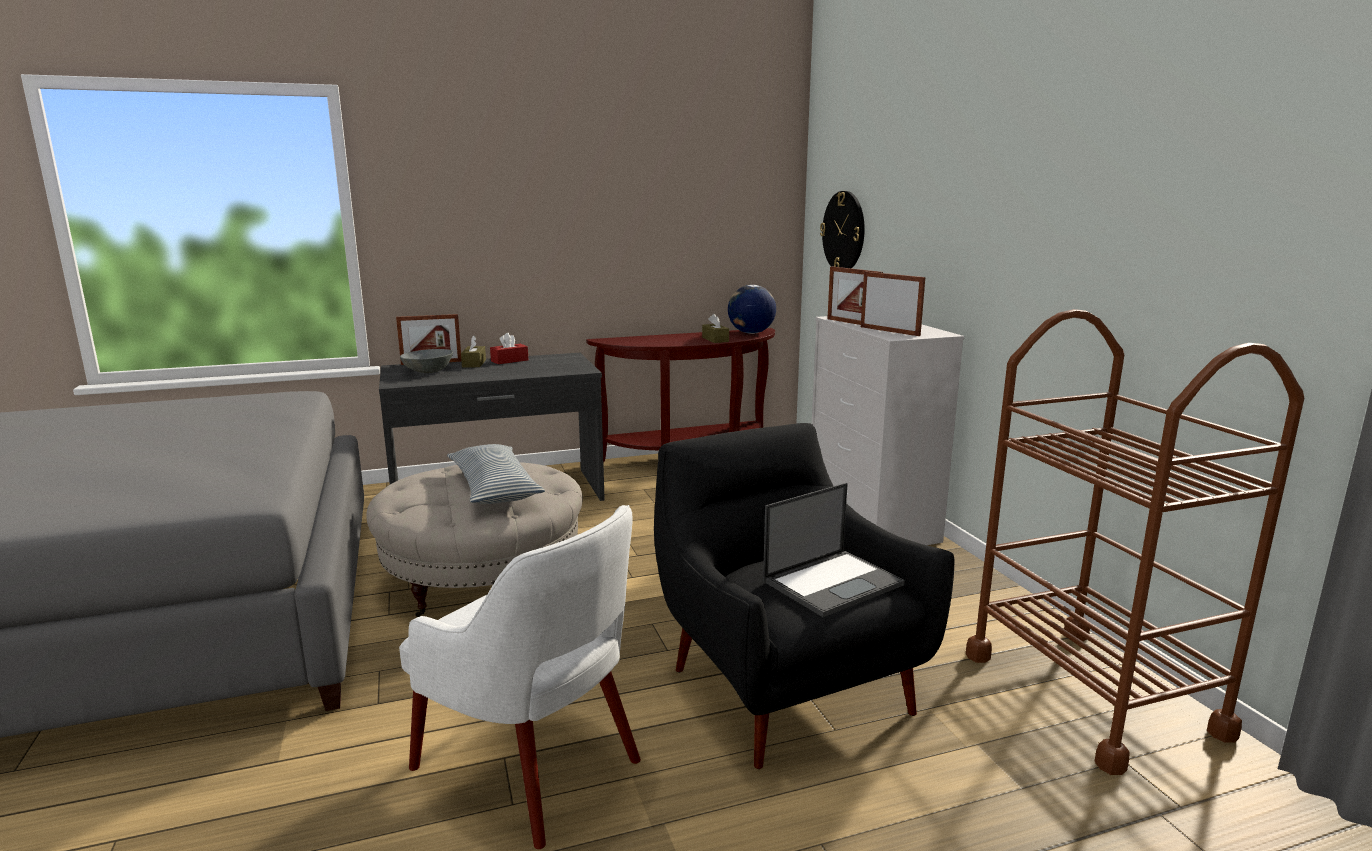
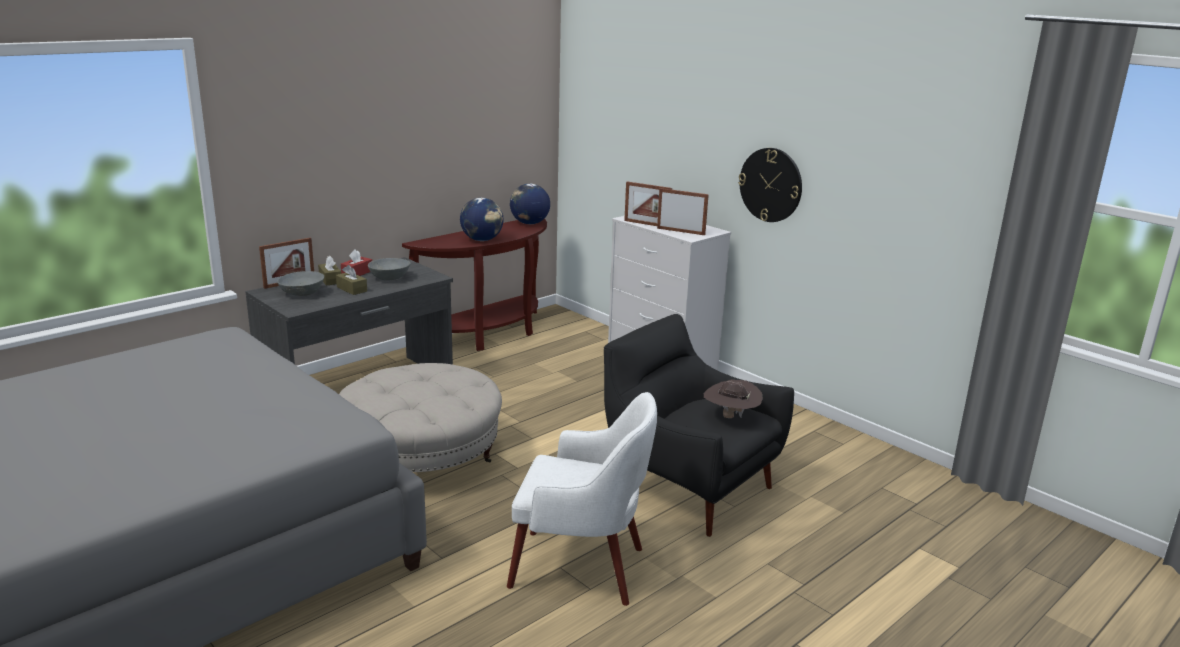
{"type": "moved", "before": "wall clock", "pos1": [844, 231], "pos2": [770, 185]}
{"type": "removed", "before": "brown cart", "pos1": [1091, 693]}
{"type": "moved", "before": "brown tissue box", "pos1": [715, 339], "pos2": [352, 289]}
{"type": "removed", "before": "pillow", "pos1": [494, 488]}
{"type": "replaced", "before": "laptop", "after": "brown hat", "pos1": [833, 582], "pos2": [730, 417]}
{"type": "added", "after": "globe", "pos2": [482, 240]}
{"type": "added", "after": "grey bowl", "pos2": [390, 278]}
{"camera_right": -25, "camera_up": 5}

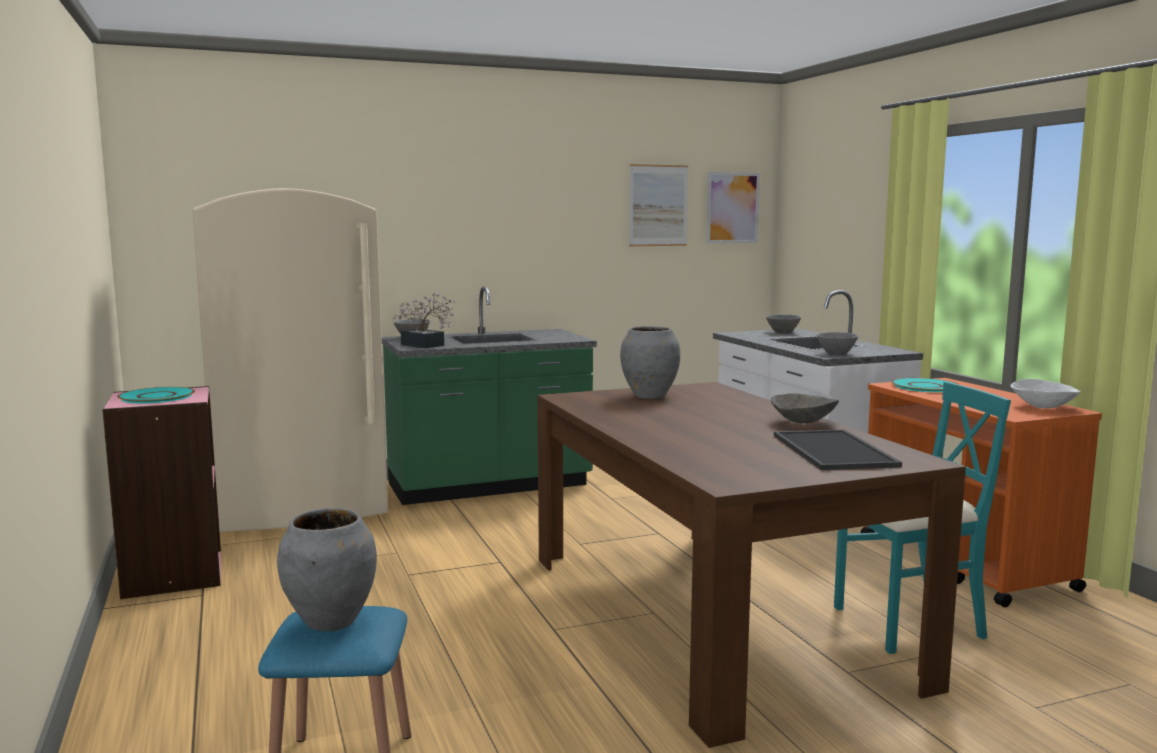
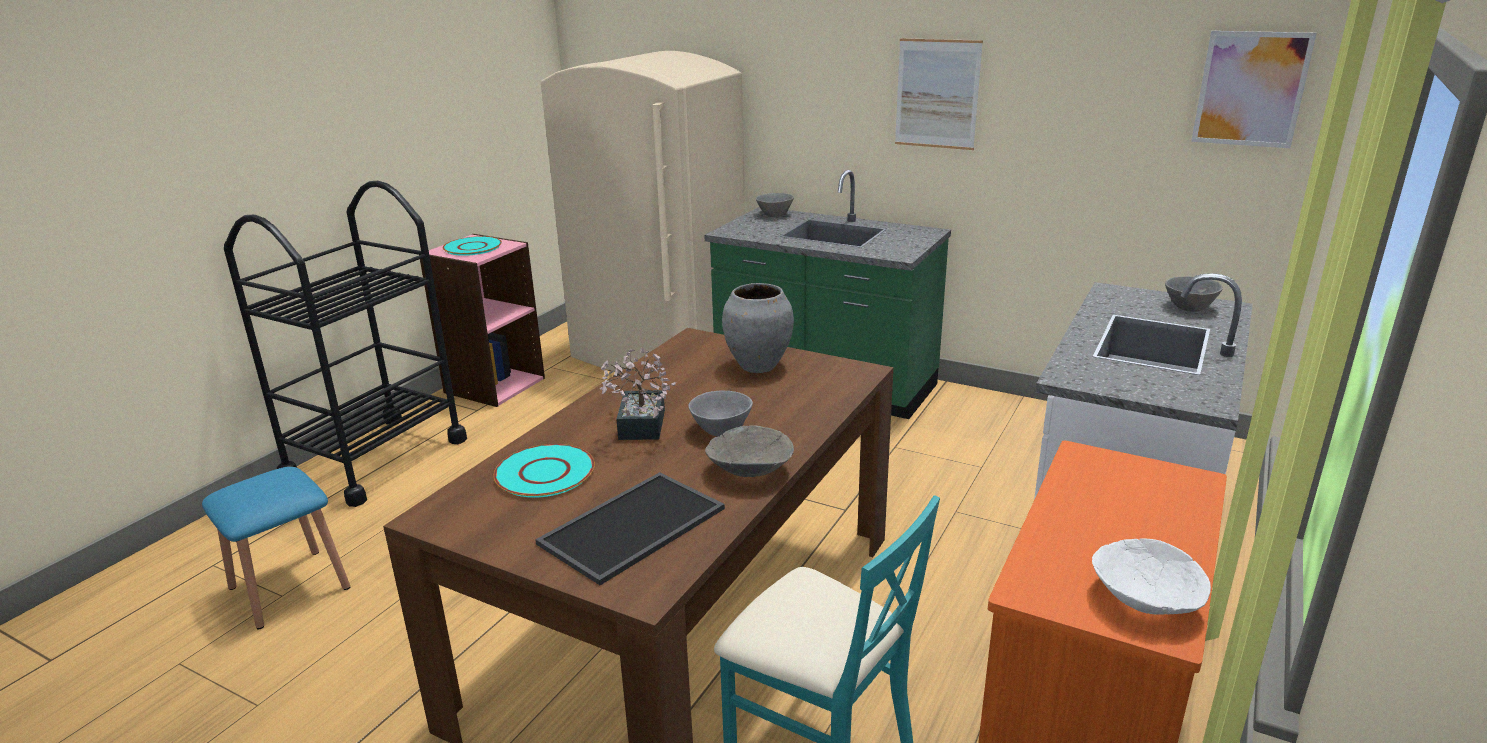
{"type": "moved", "before": "picture", "pos1": [658, 205], "pos2": [937, 94]}
{"type": "moved", "before": "potted plant", "pos1": [425, 345], "pos2": [640, 428]}
{"type": "moved", "before": "grey bowl", "pos1": [835, 353], "pos2": [721, 429]}
{"type": "moved", "before": "turquoise plate", "pos1": [924, 386], "pos2": [544, 472]}
{"type": "removed", "before": "grey vase", "pos1": [332, 621]}
{"type": "added", "after": "black cart", "pos2": [376, 458]}
{"camera_right": 50, "camera_up": 15}

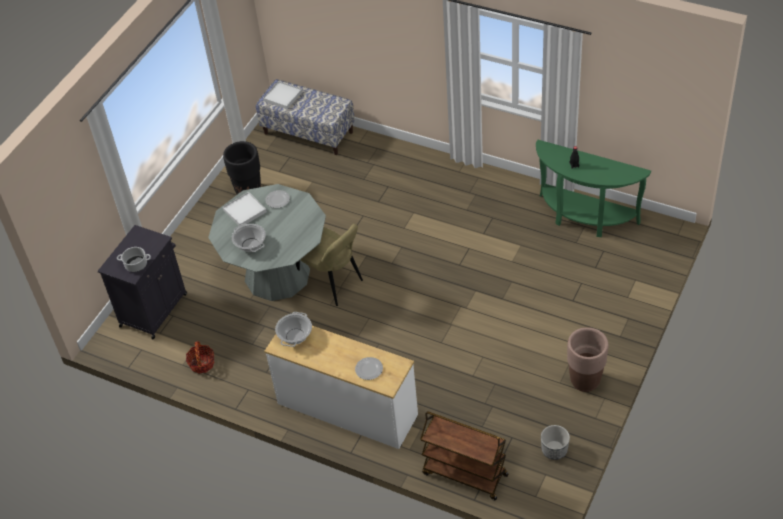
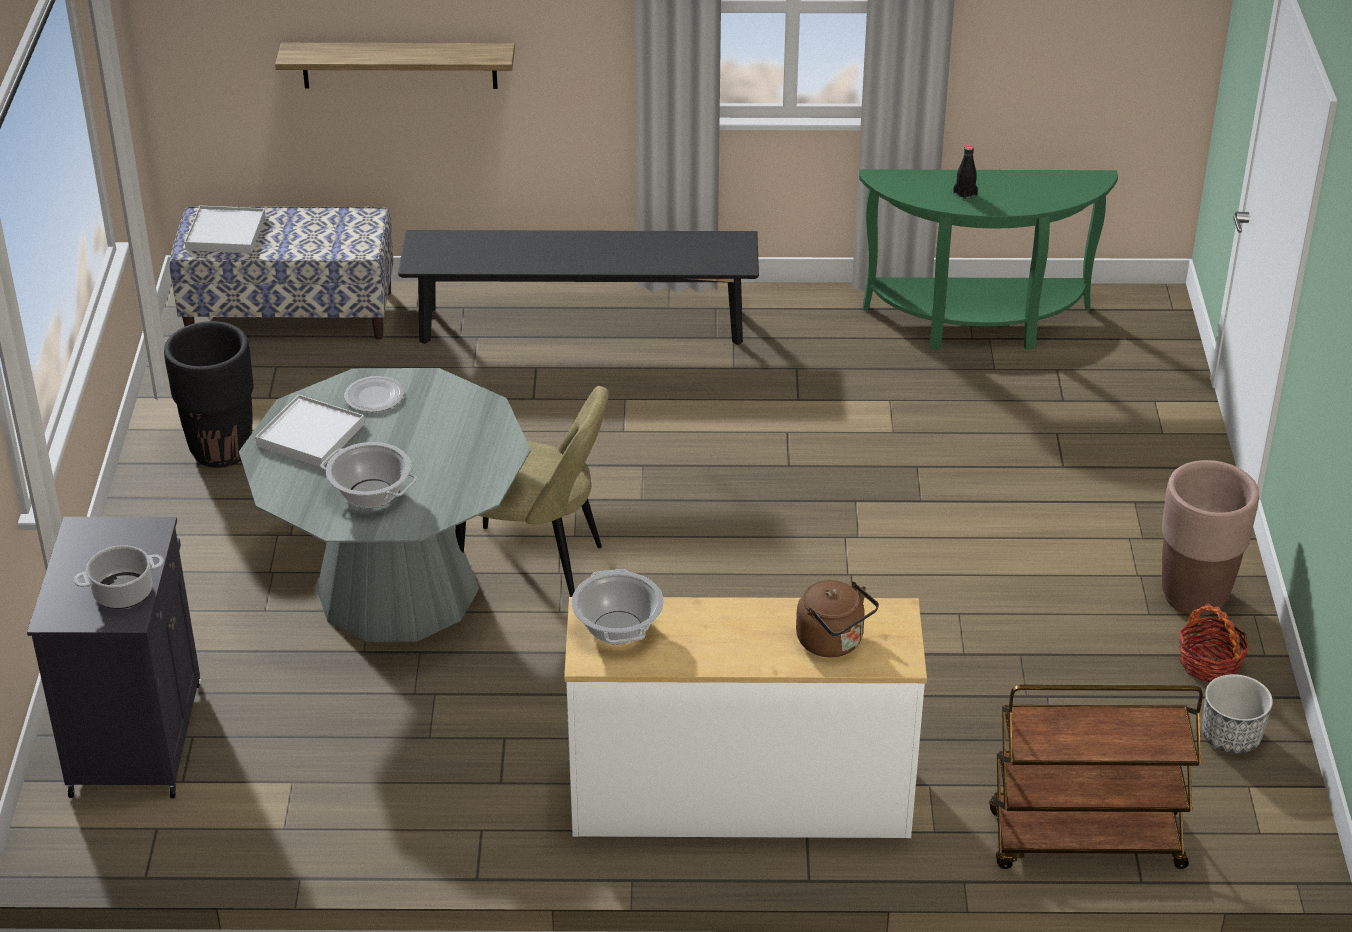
{"type": "moved", "before": "basket", "pos1": [202, 363], "pos2": [1209, 663]}
{"type": "replaced", "before": "plate", "after": "brown kettle", "pos1": [369, 369], "pos2": [833, 642]}
{"type": "added", "after": "shelf", "pos2": [399, 65]}
{"type": "added", "after": "black bench", "pos2": [582, 325]}
{"camera_right": -30, "camera_up": -10}

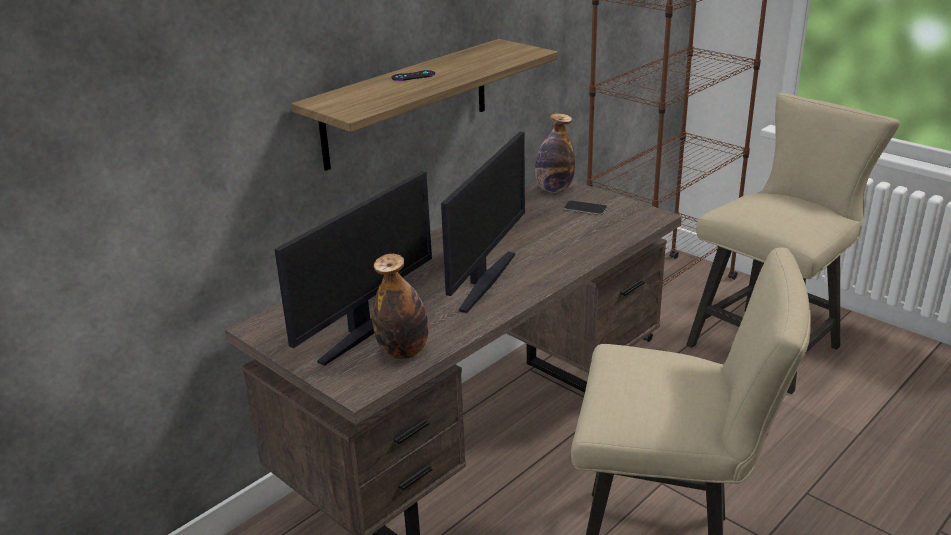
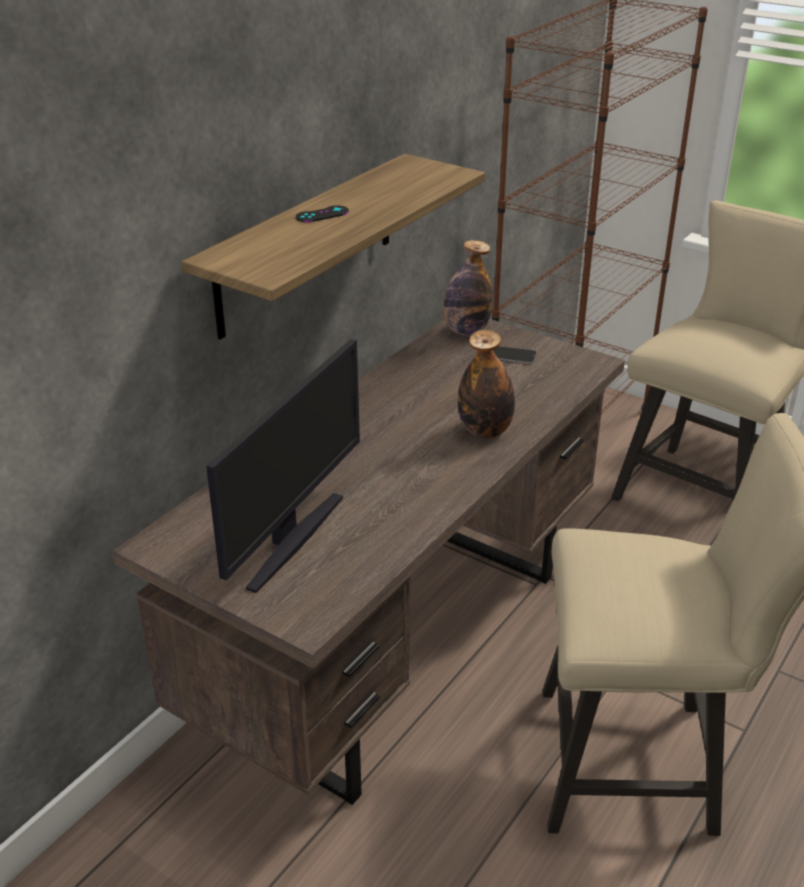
{"type": "removed", "before": "monitor", "pos1": [484, 280]}
{"type": "moved", "before": "bottle", "pos1": [403, 351], "pos2": [485, 430]}
{"camera_right": -10, "camera_up": 5}

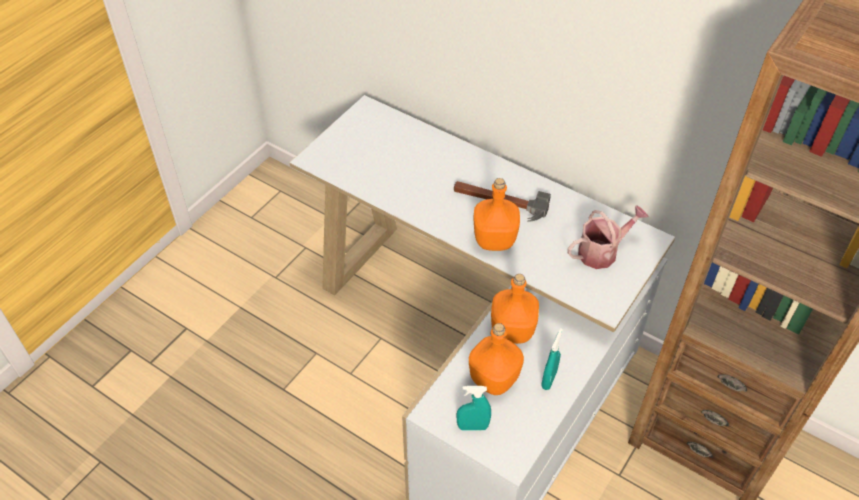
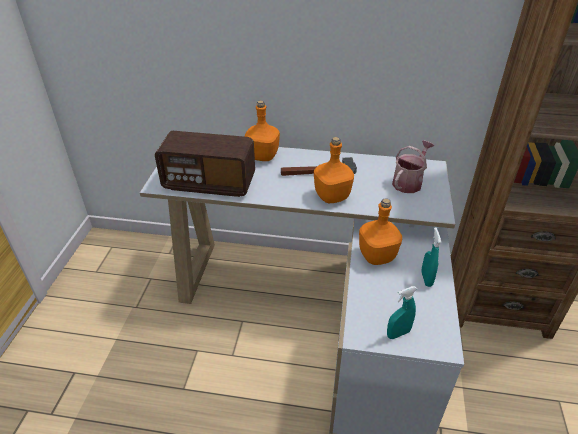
{"type": "moved", "before": "orange bottle", "pos1": [494, 378], "pos2": [263, 156]}
{"type": "added", "after": "radio", "pos2": [209, 183]}
{"camera_right": -25, "camera_up": -10}

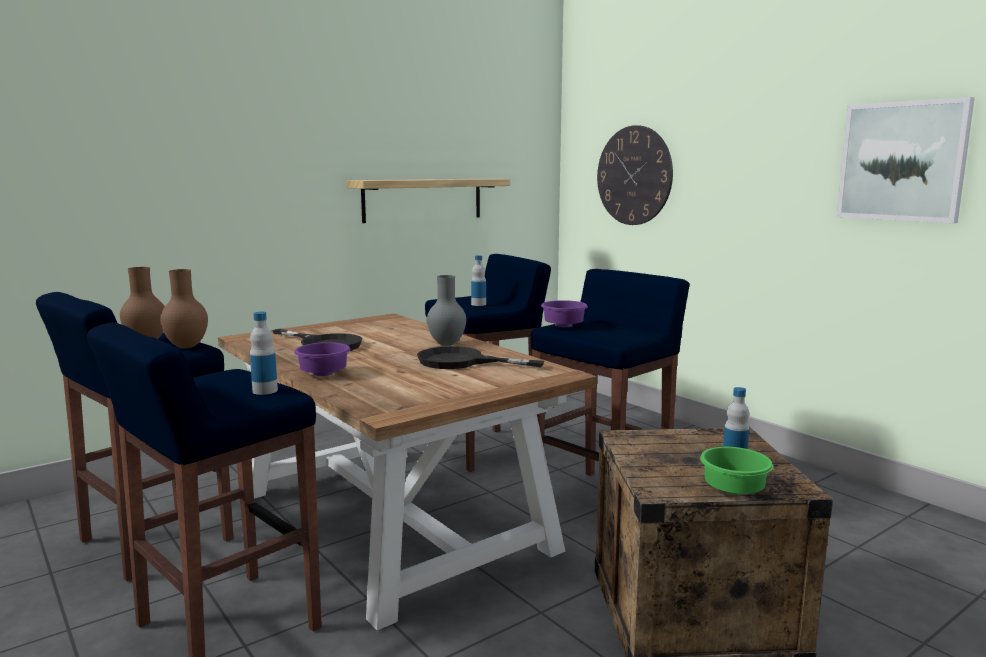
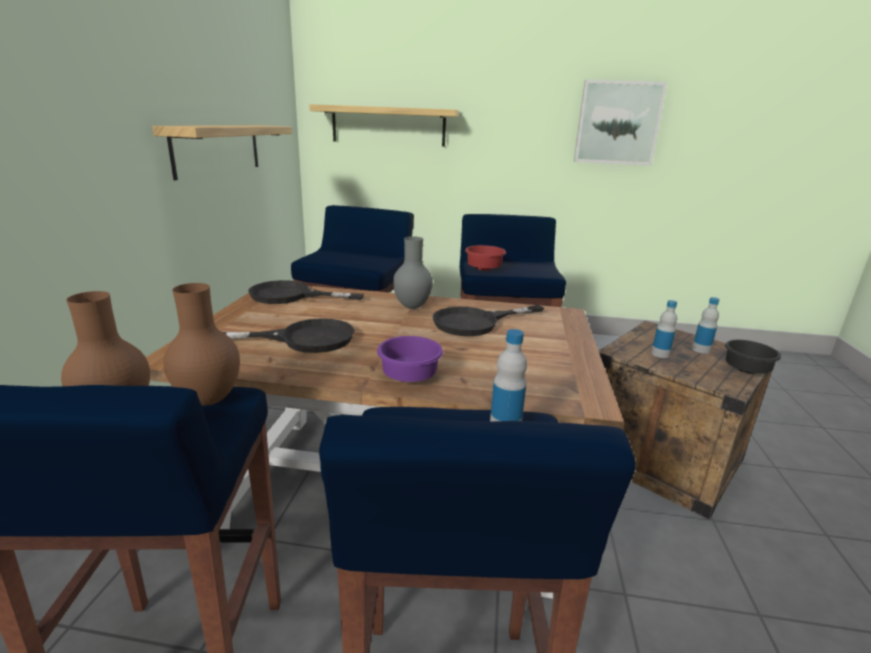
{"type": "replaced", "before": "wall clock", "after": "shelf", "pos1": [634, 175], "pos2": [388, 126]}
{"type": "moved", "before": "bottle", "pos1": [478, 304], "pos2": [660, 354]}
{"type": "recoloured", "before": "purple bowl", "after": "red bowl", "pos1": [564, 326], "pos2": [485, 269]}
{"type": "recoloured", "before": "green bowl", "after": "black bowl", "pos1": [736, 490], "pos2": [747, 370]}
{"type": "added", "after": "black frying pan", "pos2": [291, 296]}
{"camera_right": -45, "camera_up": 10}

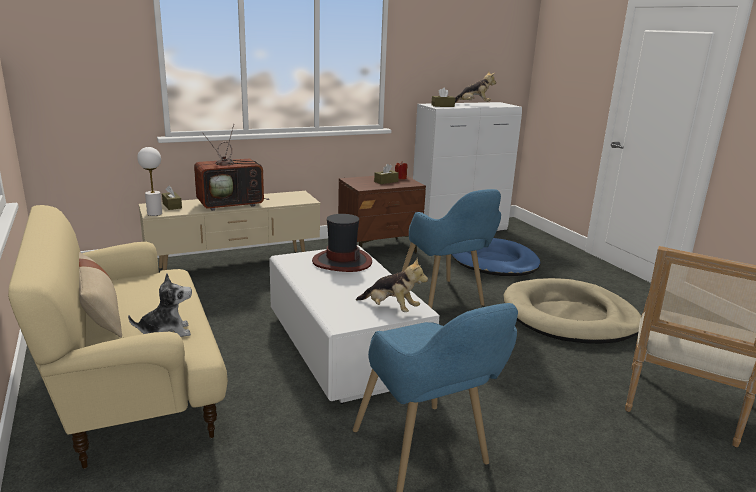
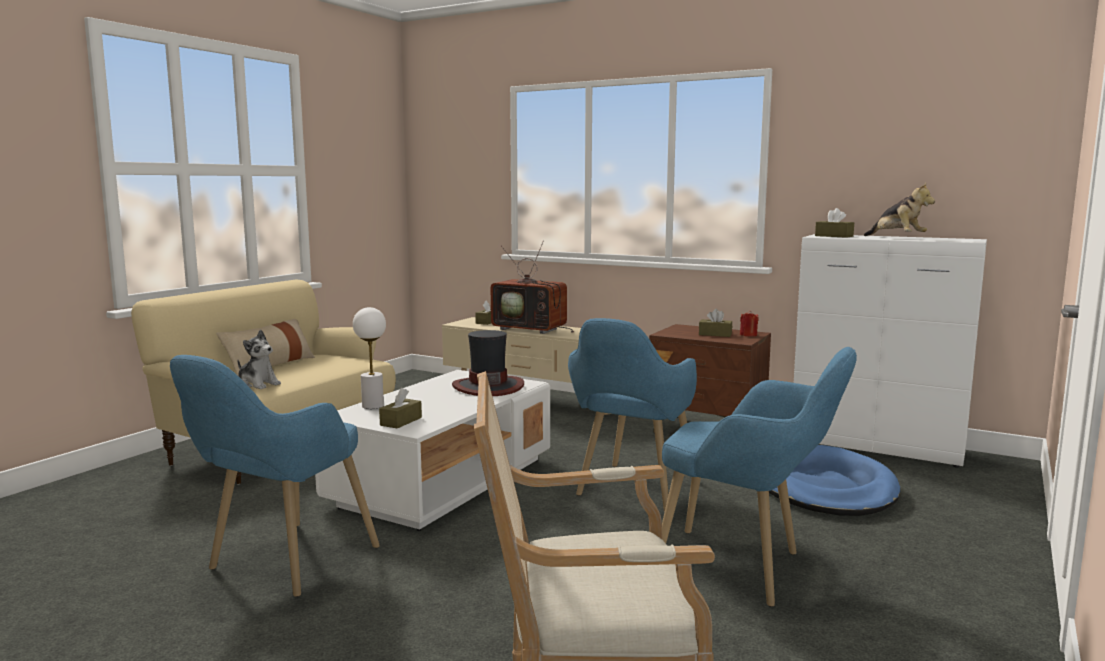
{"type": "moved", "before": "white table lamp", "pos1": [155, 213], "pos2": [373, 406]}
{"type": "replaced", "before": "plush toy", "after": "brown tissue box", "pos1": [390, 309], "pos2": [401, 421]}
{"type": "replaced", "before": "beige dog bed", "after": "blue armchair", "pos1": [570, 317], "pos2": [747, 571]}
{"camera_right": 55, "camera_up": -10}

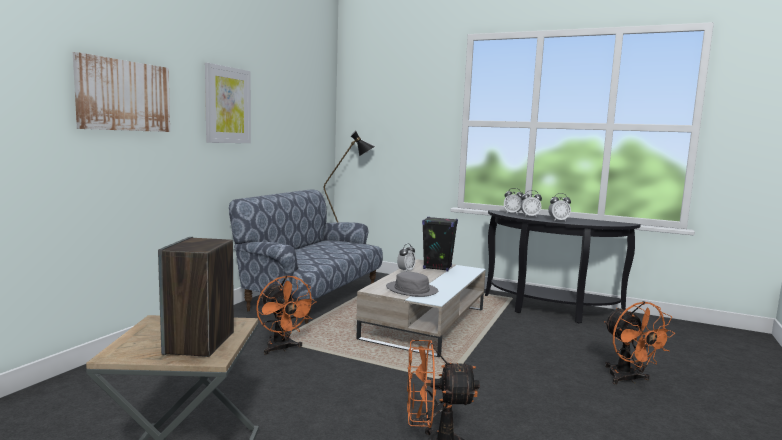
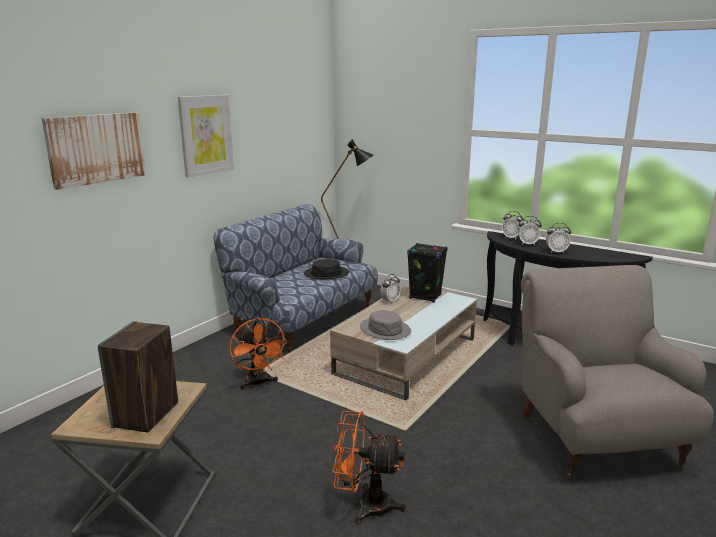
{"type": "replaced", "before": "orange fan", "after": "grey armchair", "pos1": [628, 379], "pos2": [595, 438]}
{"type": "added", "after": "black hat", "pos2": [326, 273]}
{"camera_right": 10, "camera_up": 10}

